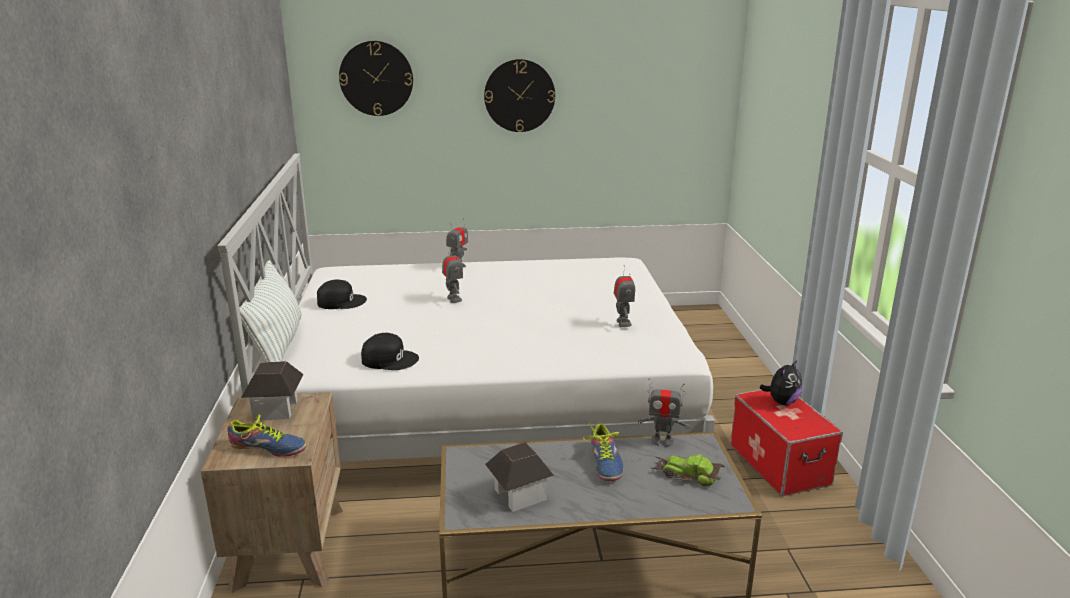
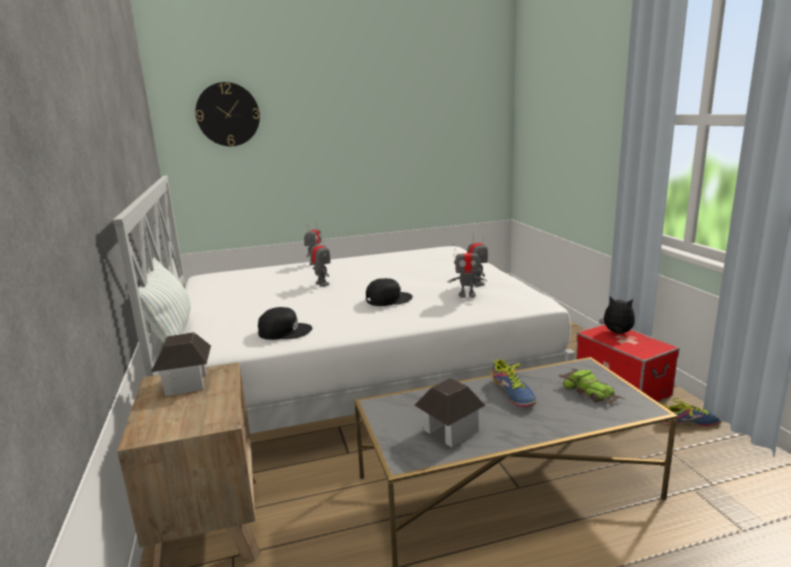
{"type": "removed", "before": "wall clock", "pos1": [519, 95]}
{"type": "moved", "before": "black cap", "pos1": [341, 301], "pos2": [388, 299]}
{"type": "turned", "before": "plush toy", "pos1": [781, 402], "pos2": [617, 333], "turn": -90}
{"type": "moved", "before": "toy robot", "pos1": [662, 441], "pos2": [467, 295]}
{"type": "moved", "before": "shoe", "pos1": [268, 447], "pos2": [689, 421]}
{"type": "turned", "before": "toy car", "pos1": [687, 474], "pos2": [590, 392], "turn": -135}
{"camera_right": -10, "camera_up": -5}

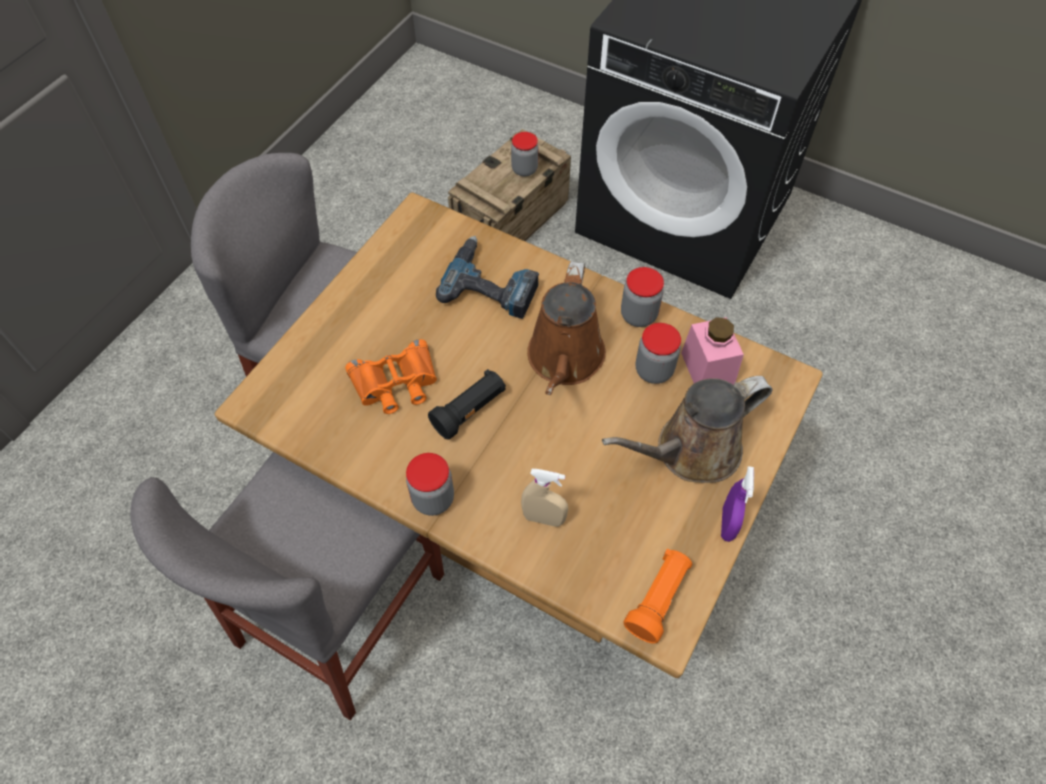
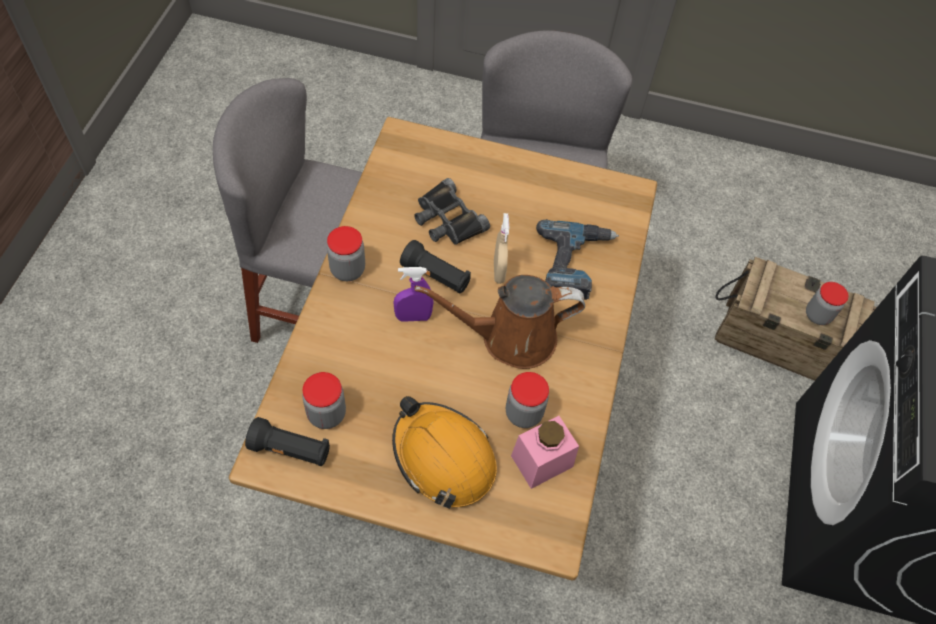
{"type": "moved", "before": "jar", "pos1": [638, 315], "pos2": [326, 414]}
{"type": "recoloured", "before": "orange binoculars", "after": "black binoculars", "pos1": [396, 383], "pos2": [447, 219]}
{"type": "replaced", "before": "brown watering can", "after": "orange hard hat", "pos1": [691, 451], "pos2": [443, 458]}
{"type": "moved", "before": "purple spray bottle", "pos1": [727, 524], "pos2": [413, 317]}
{"type": "moved", "before": "beige spray bottle", "pos1": [543, 518], "pos2": [498, 271]}
{"type": "recoloured", "before": "orange flashlight", "after": "black flashlight", "pos1": [658, 599], "pos2": [291, 450]}
{"camera_right": 70, "camera_up": 0}

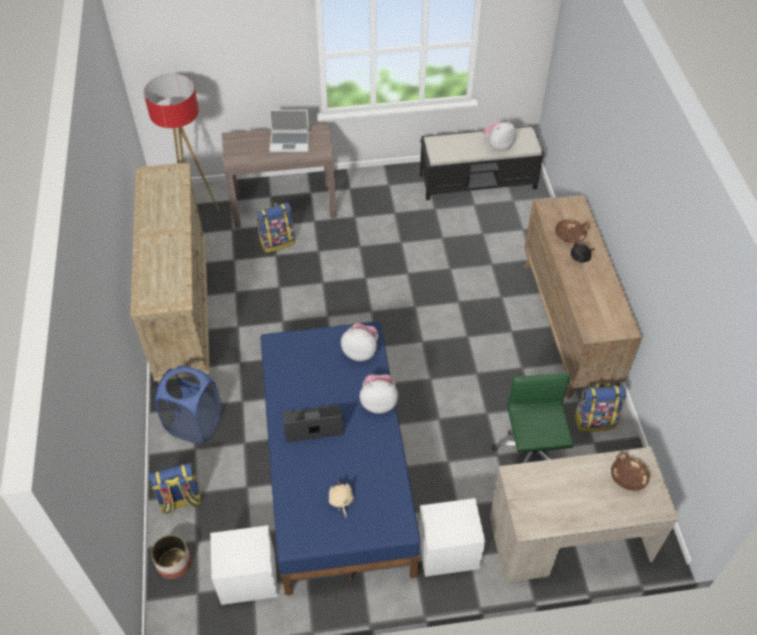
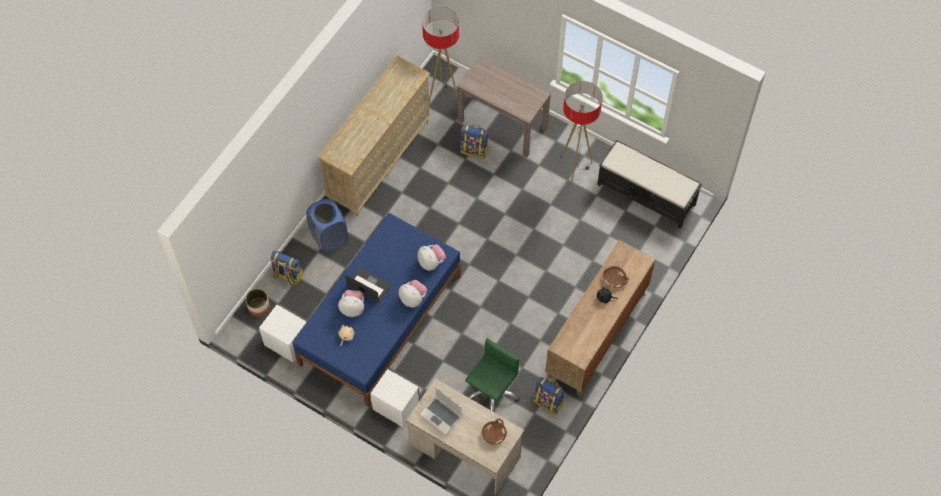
{"type": "moved", "before": "laptop", "pos1": [290, 142], "pos2": [441, 415]}
{"type": "moved", "before": "plush toy", "pos1": [497, 146], "pos2": [352, 308]}
{"type": "added", "after": "floor lamp", "pos2": [575, 167]}
{"camera_right": 40, "camera_up": 10}

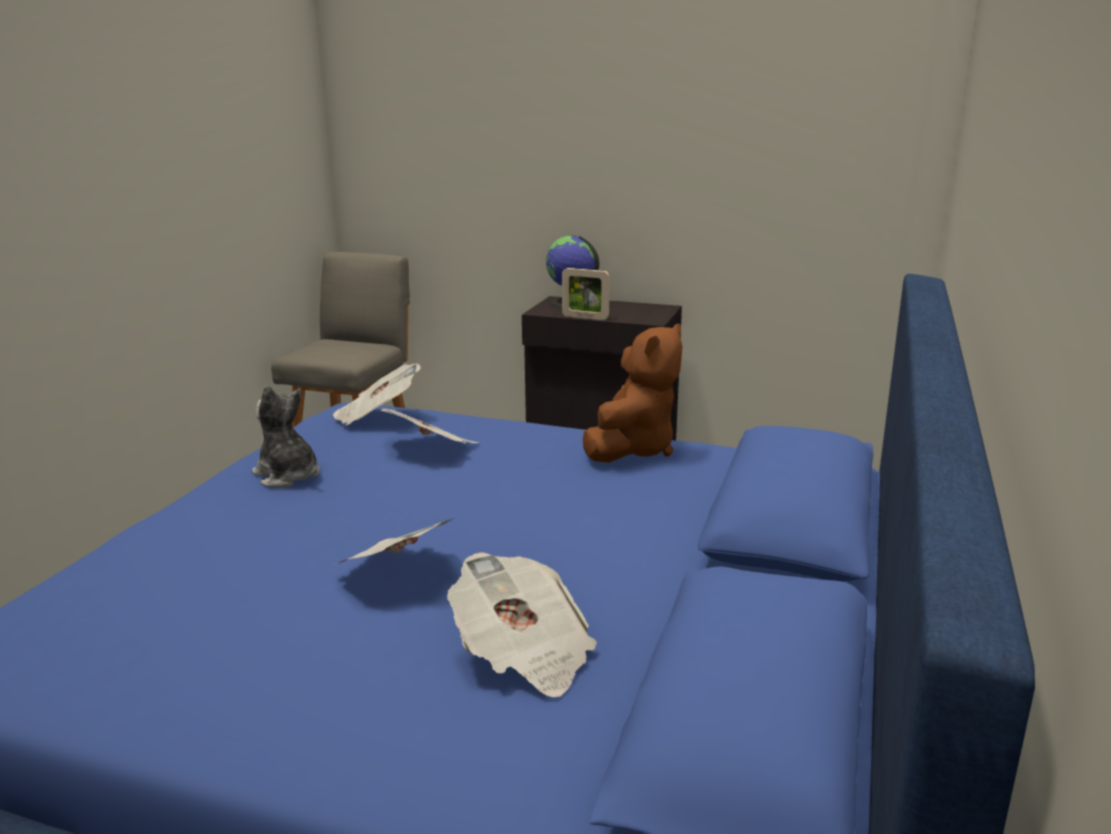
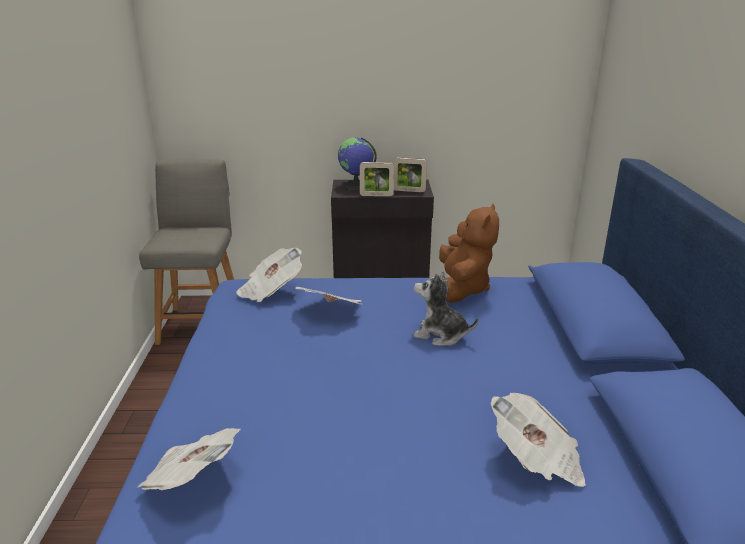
{"type": "moved", "before": "plush toy", "pos1": [288, 476], "pos2": [440, 335]}
{"type": "moved", "before": "newspaper", "pos1": [395, 571], "pos2": [192, 478]}
{"type": "added", "after": "picture frame", "pos2": [409, 190]}
{"camera_right": -20, "camera_up": 5}

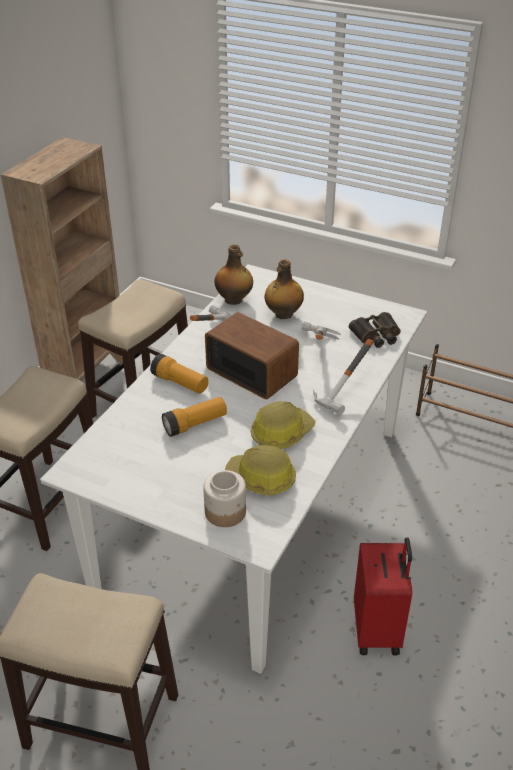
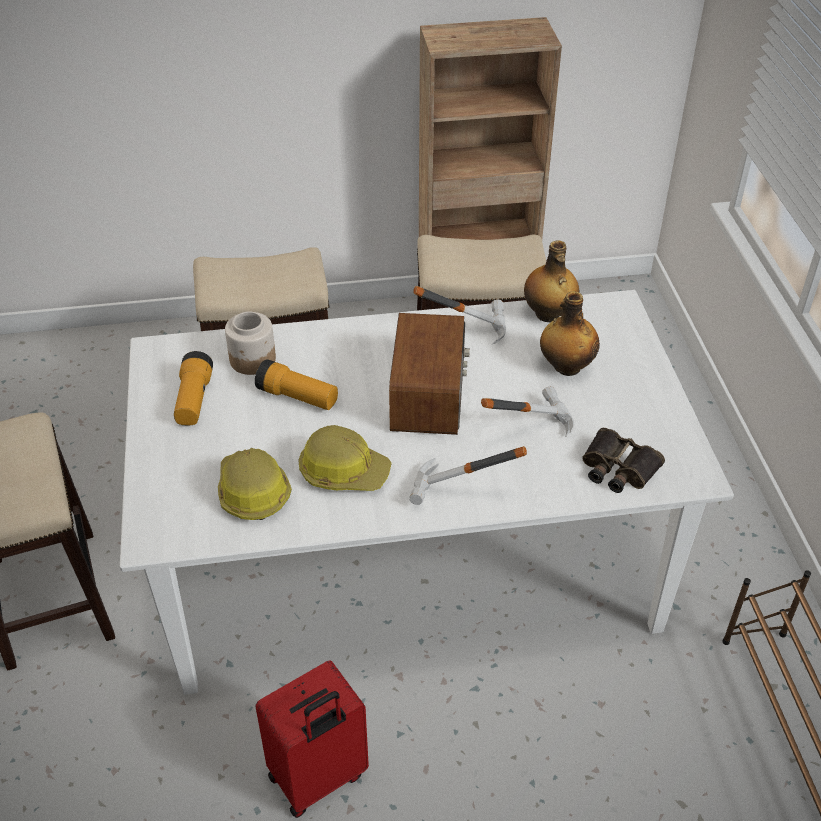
{"type": "moved", "before": "flashlight", "pos1": [180, 383], "pos2": [194, 400]}
{"type": "moved", "before": "jar", "pos1": [226, 512], "pos2": [253, 360]}
{"camera_right": 55, "camera_up": 5}

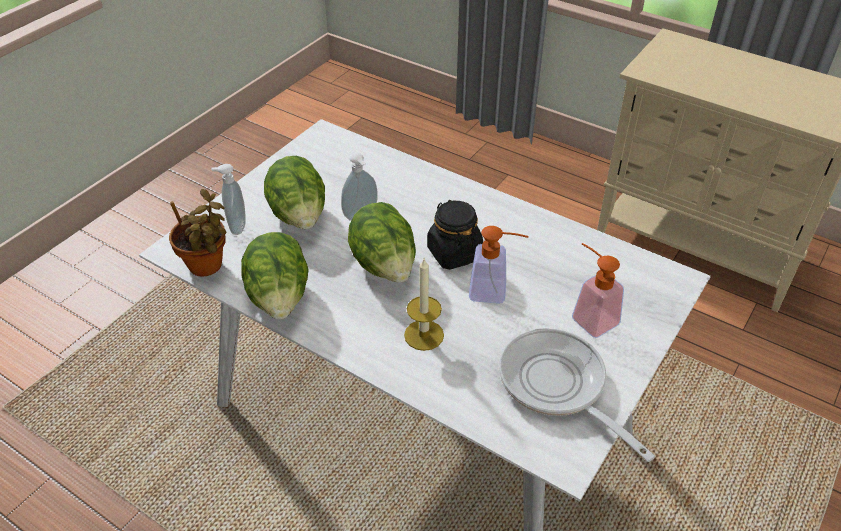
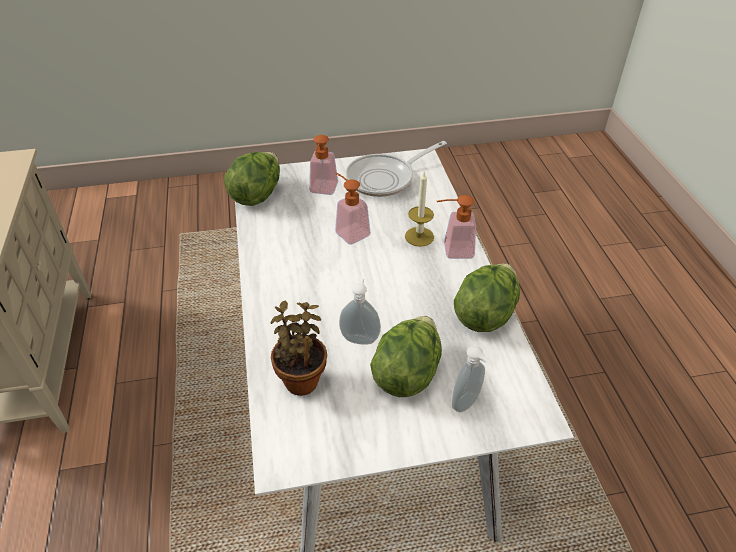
{"type": "moved", "before": "potted plant", "pos1": [208, 267], "pos2": [302, 378]}
{"type": "removed", "before": "black jar", "pos1": [454, 253]}
{"type": "moved", "before": "lettuce", "pos1": [385, 267], "pos2": [257, 194]}
{"type": "turned", "before": "frying pan", "pos1": [557, 386], "pos2": [385, 178], "turn": 45}
{"type": "added", "after": "soap dispenser", "pos2": [452, 250]}
{"camera_right": -135, "camera_up": 0}

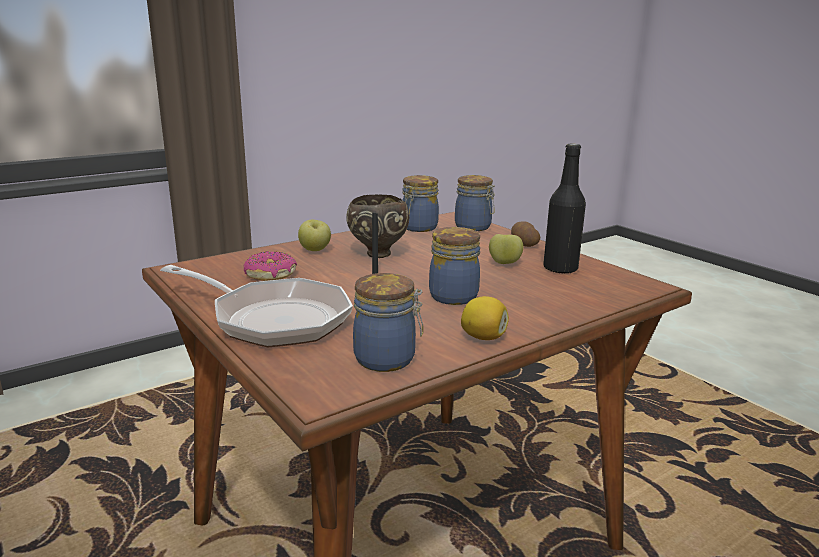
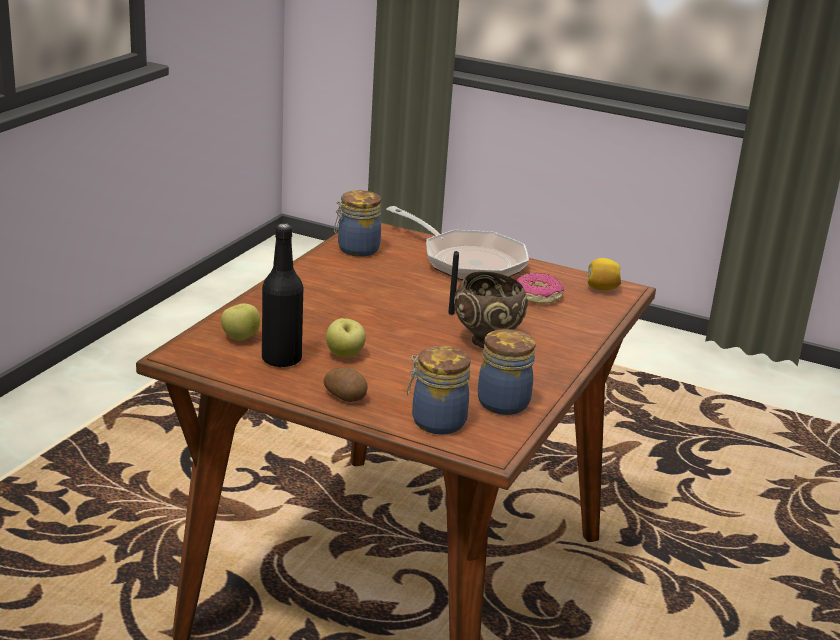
{"type": "moved", "before": "apple", "pos1": [315, 250], "pos2": [240, 338]}
{"type": "removed", "before": "jar", "pos1": [452, 296]}
{"type": "turned", "before": "frying pan", "pos1": [272, 319], "pos2": [467, 261], "turn": -135}
{"type": "moved", "before": "lemon", "pos1": [483, 337], "pos2": [601, 289]}
{"camera_right": 150, "camera_up": 5}

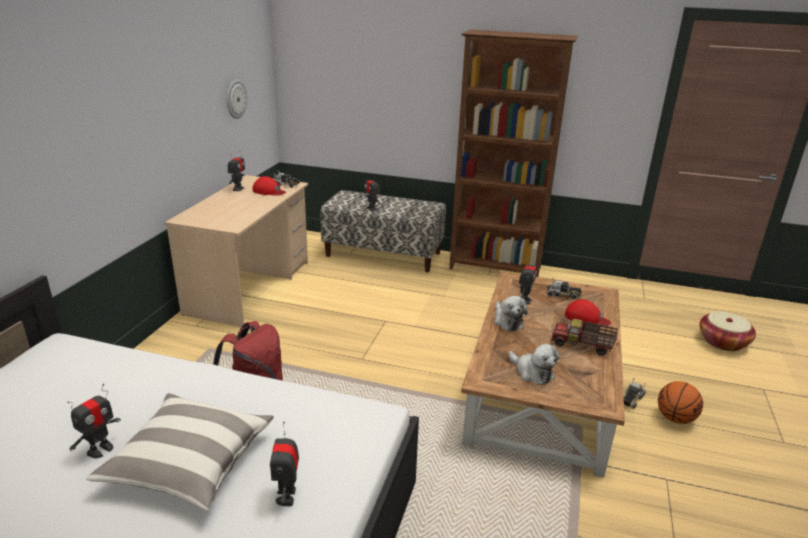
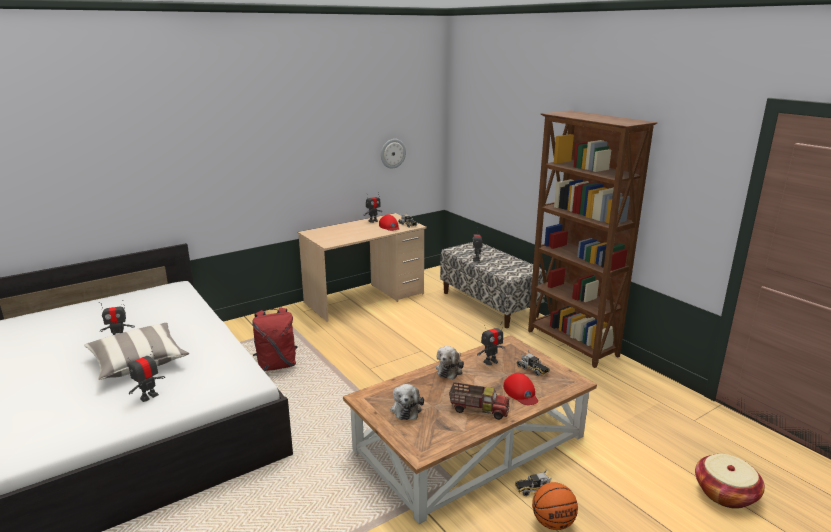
{"type": "turned", "before": "toy truck", "pos1": [582, 346], "pos2": [478, 409], "turn": 135}
{"camera_right": 40, "camera_up": -5}

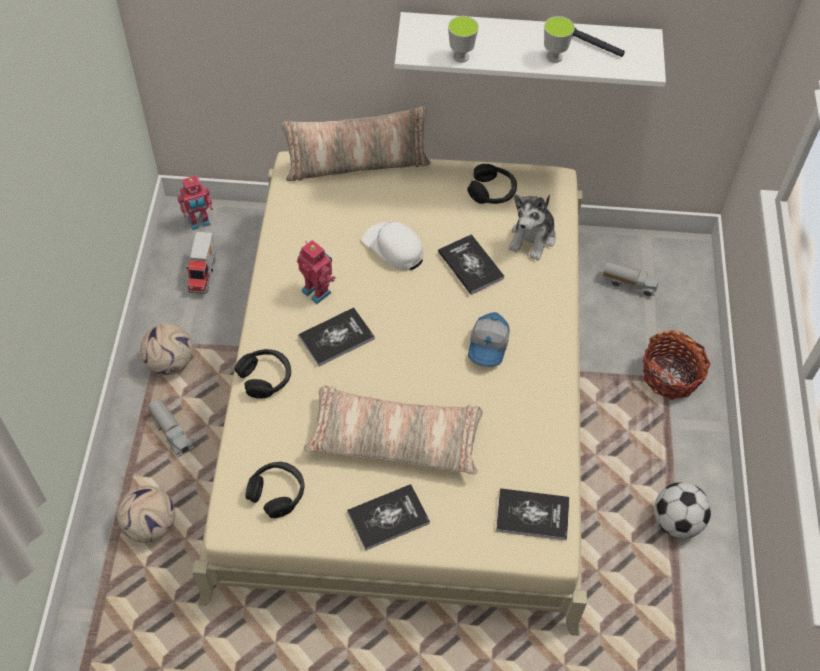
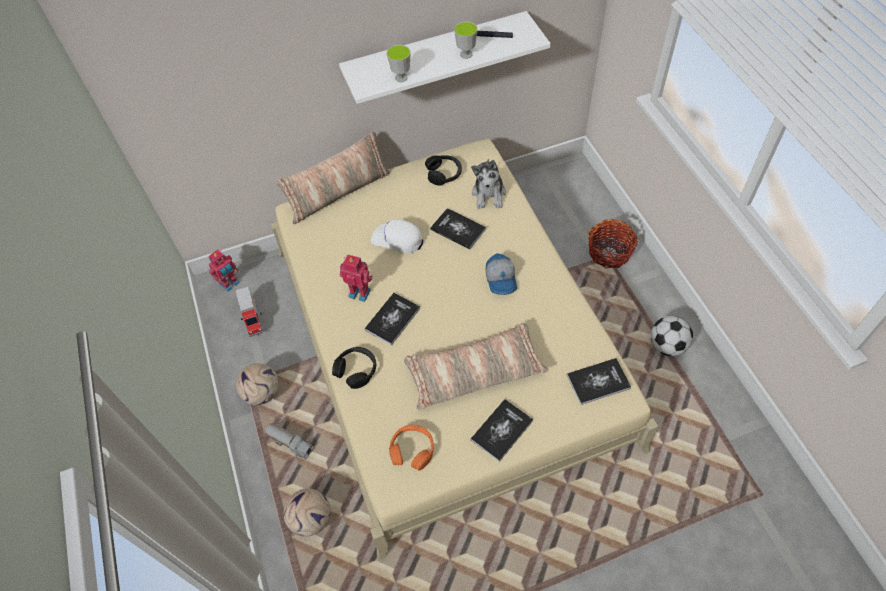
{"type": "removed", "before": "toy truck", "pos1": [629, 283]}
{"type": "recoloured", "before": "black headphones", "after": "orange headphones", "pos1": [277, 492], "pos2": [412, 450]}
{"camera_right": -20, "camera_up": 0}

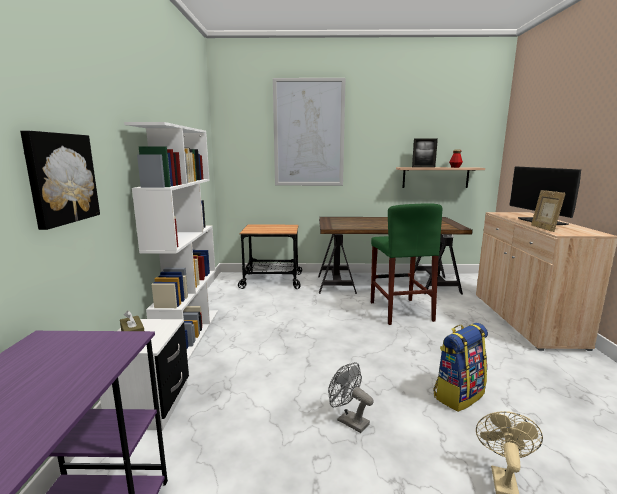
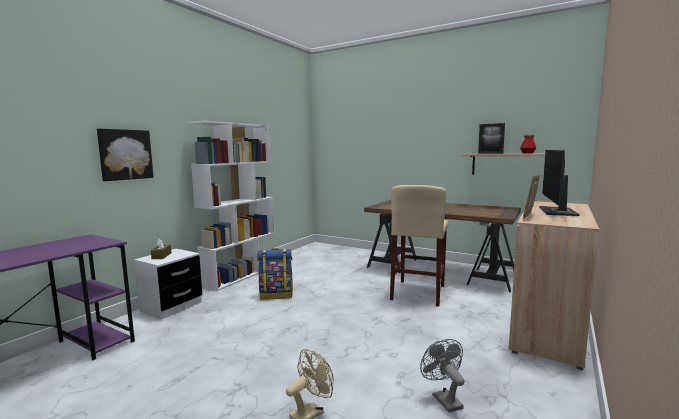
{"type": "removed", "before": "picture", "pos1": [309, 133]}
{"type": "recoloured", "before": "green stool", "after": "beige stool", "pos1": [400, 311], "pos2": [418, 292]}
{"type": "removed", "before": "cart", "pos1": [272, 280]}
{"type": "moved", "before": "backpack", "pos1": [458, 395], "pos2": [276, 295]}
{"type": "moved", "before": "grey fan", "pos1": [348, 420], "pos2": [443, 399]}
{"camera_right": 30, "camera_up": -5}

